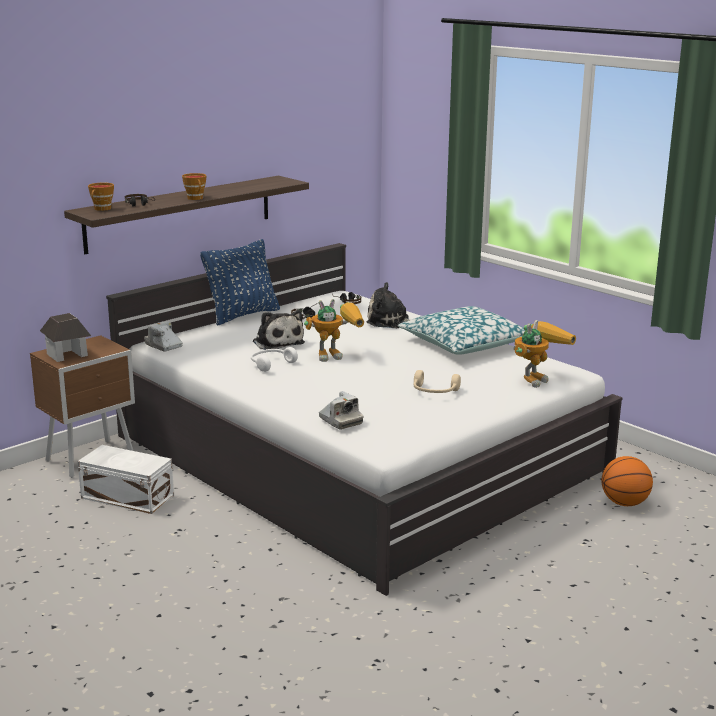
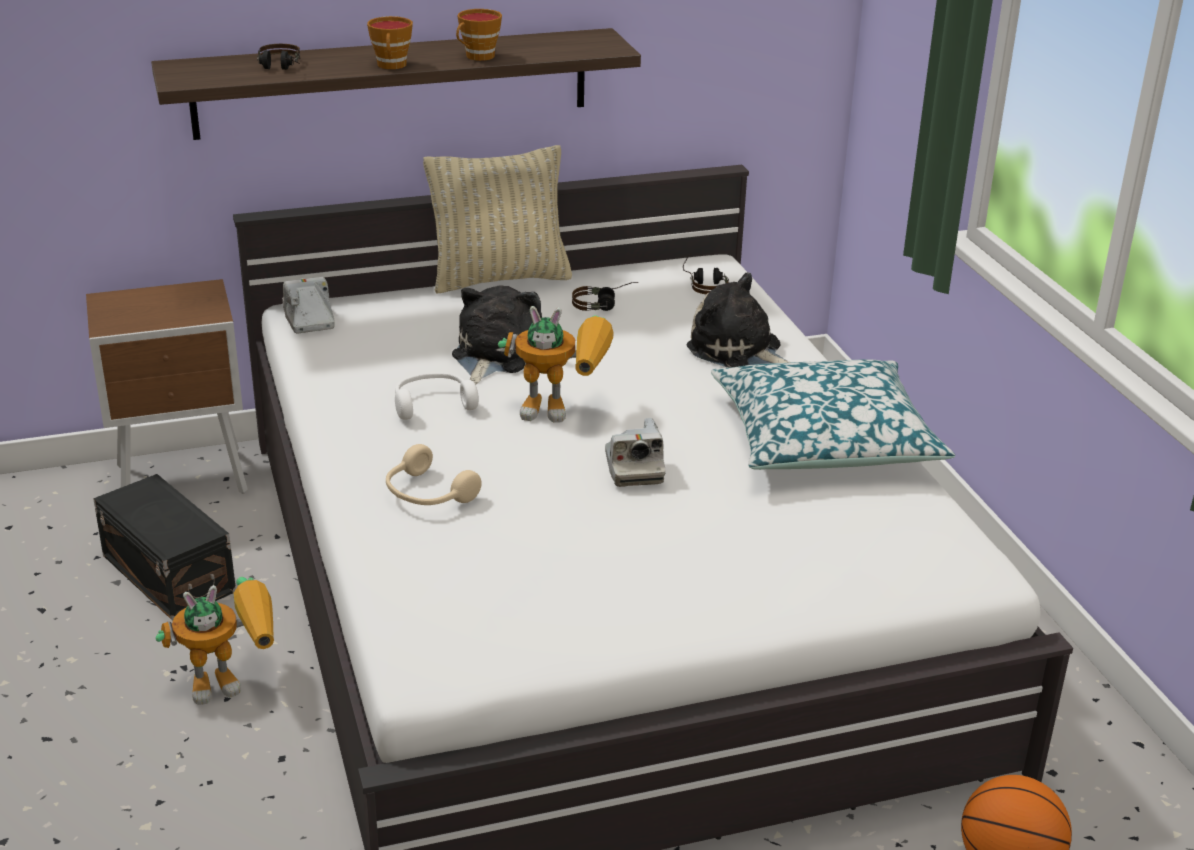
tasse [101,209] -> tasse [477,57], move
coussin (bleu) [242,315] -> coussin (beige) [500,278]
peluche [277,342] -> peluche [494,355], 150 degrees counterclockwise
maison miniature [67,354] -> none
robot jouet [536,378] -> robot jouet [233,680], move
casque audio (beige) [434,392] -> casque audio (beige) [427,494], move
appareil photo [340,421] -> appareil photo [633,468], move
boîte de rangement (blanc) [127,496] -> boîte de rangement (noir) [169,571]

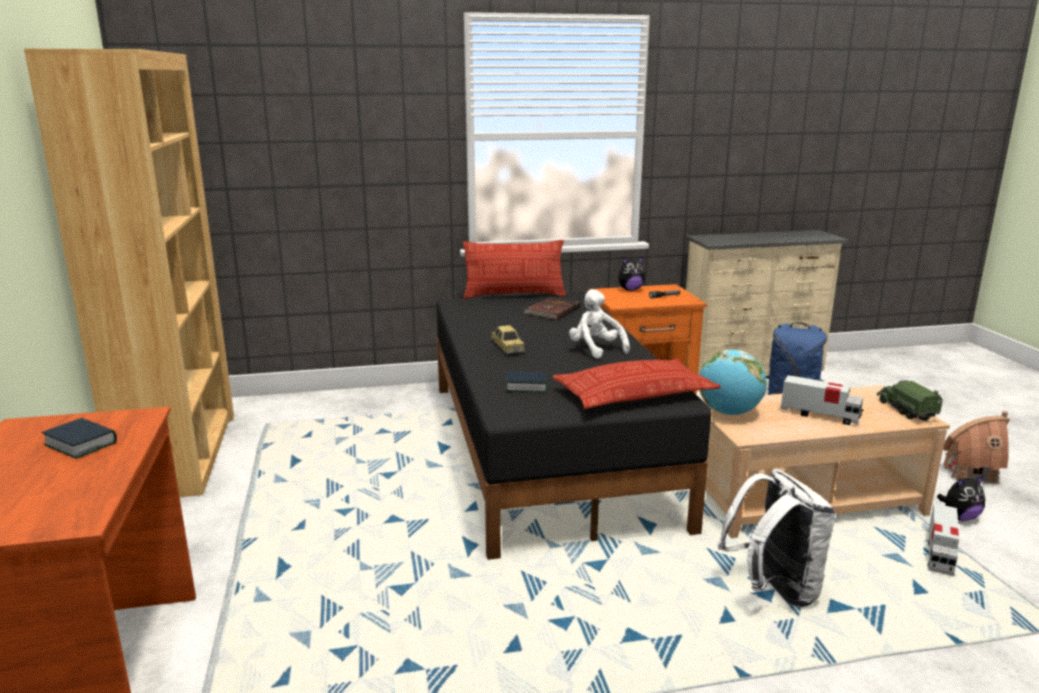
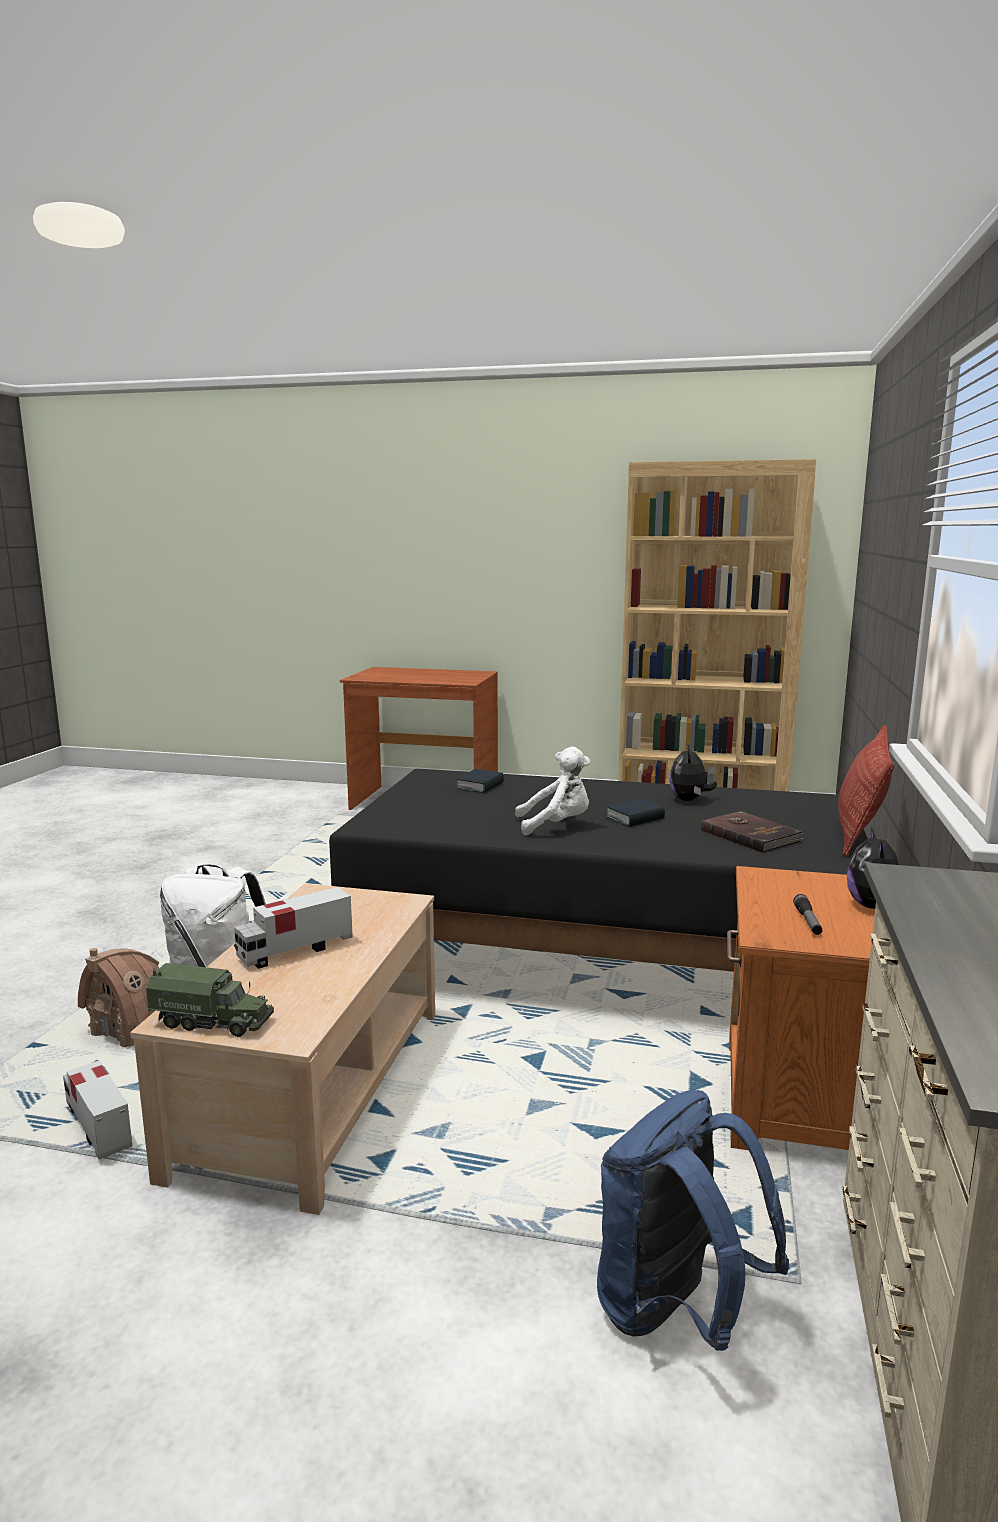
petite voiture [507,347] -> none
globe [729,413] -> none
coussin [634,394] -> none
maison miniature [969,473] -> maison miniature [130,1030], move
livre [81,444] -> livre [634,818], move
peluche [959,517] -> peluche [689,800], move

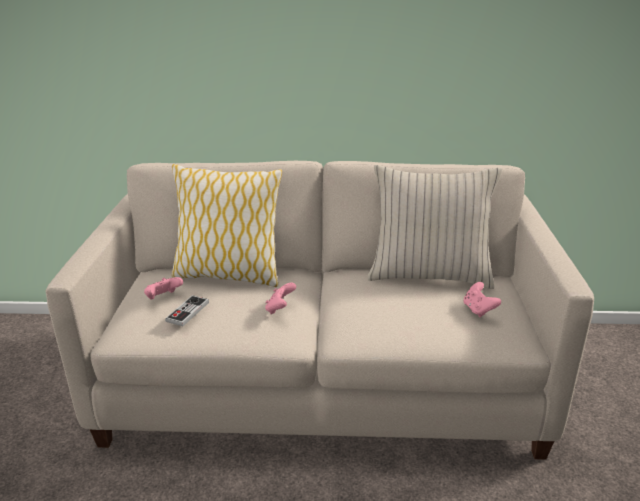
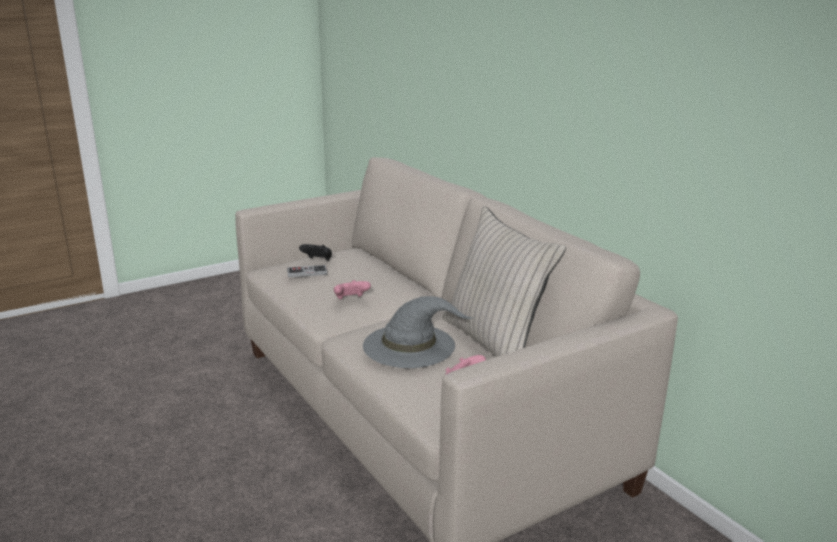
coussin [228,275] -> none
manette (rose) [163,298] -> manette (noir) [317,261]
none -> chapeau (gris) [410,345]

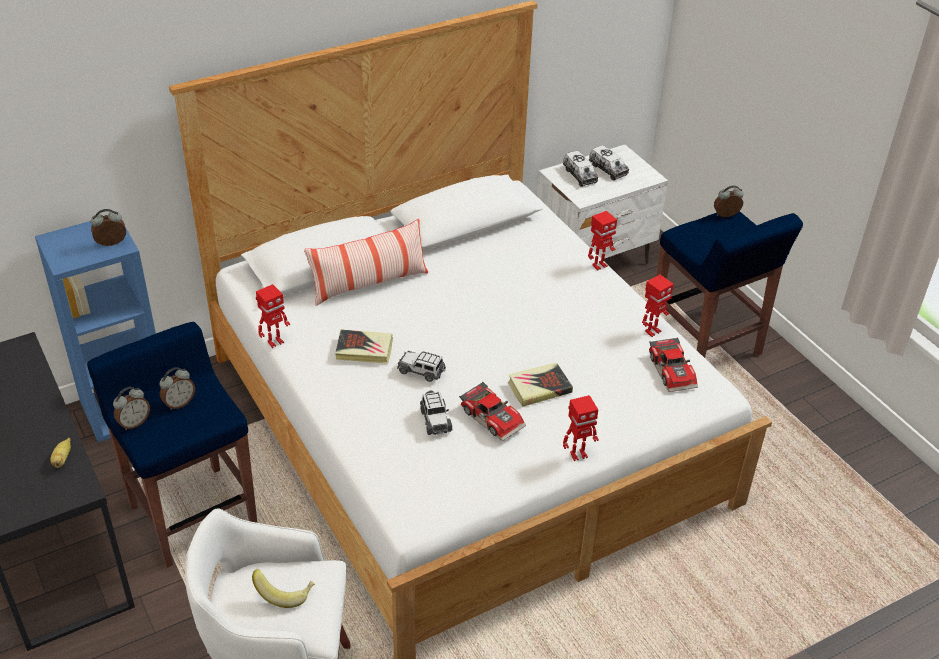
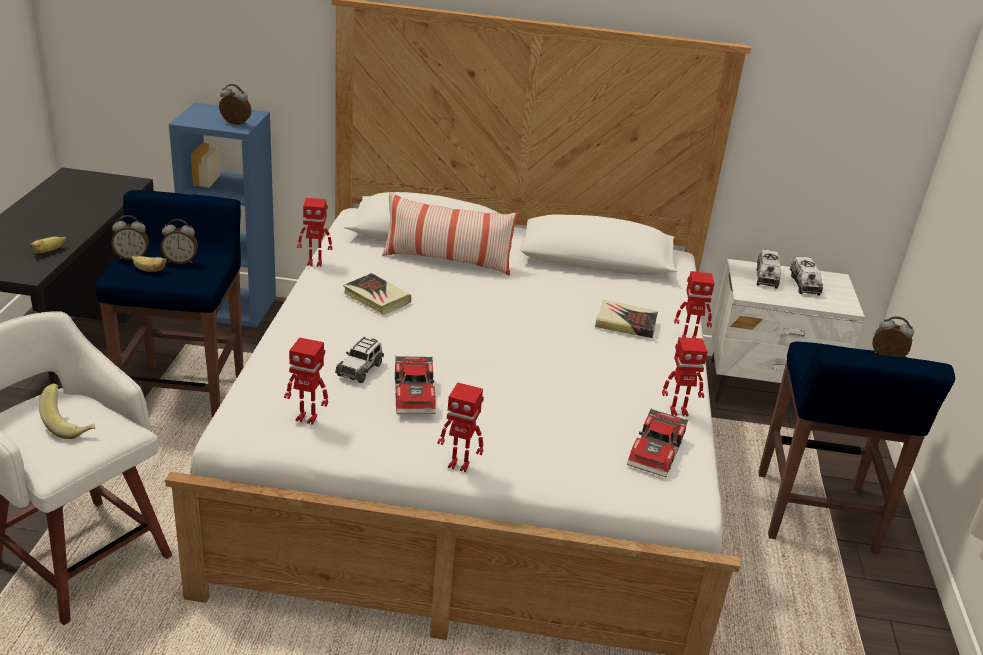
petite voiture [421,371] -> none
livre [539,387] -> livre [626,323], move
none -> banane [148,270]
none -> robot jouet [307,418]

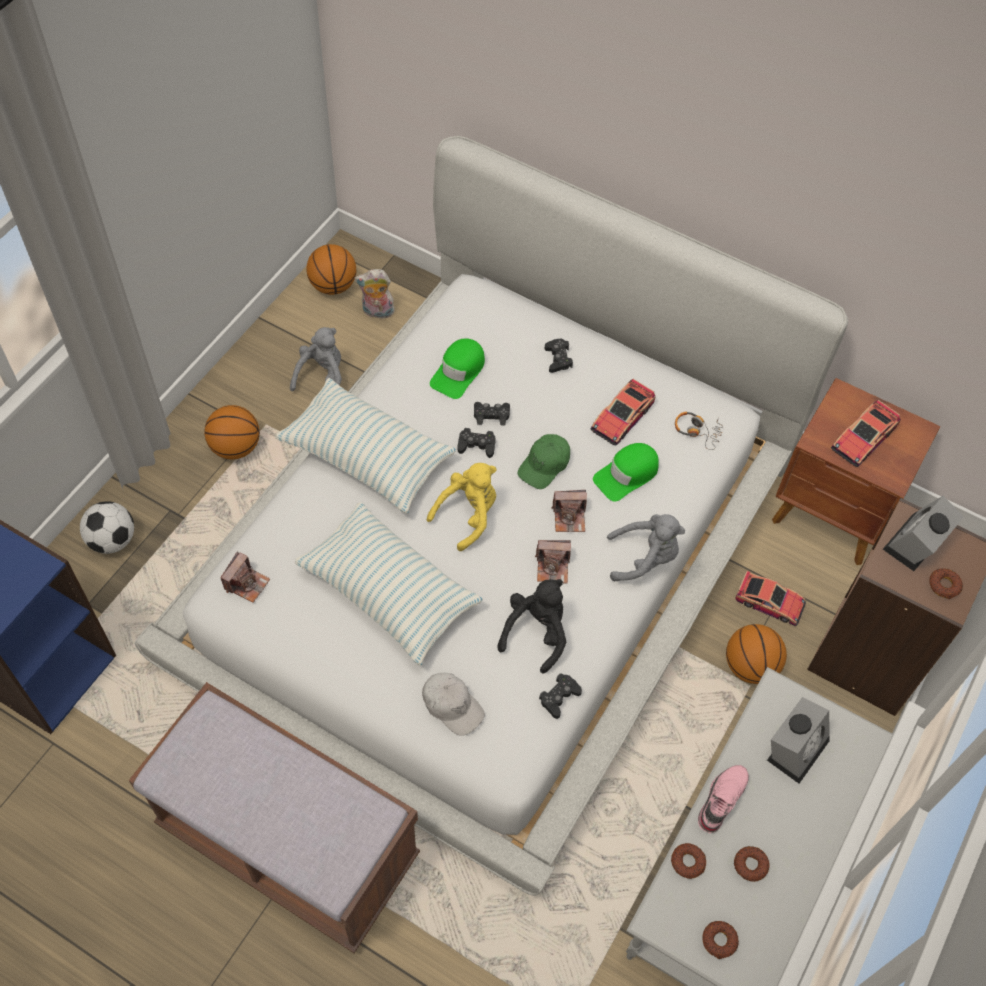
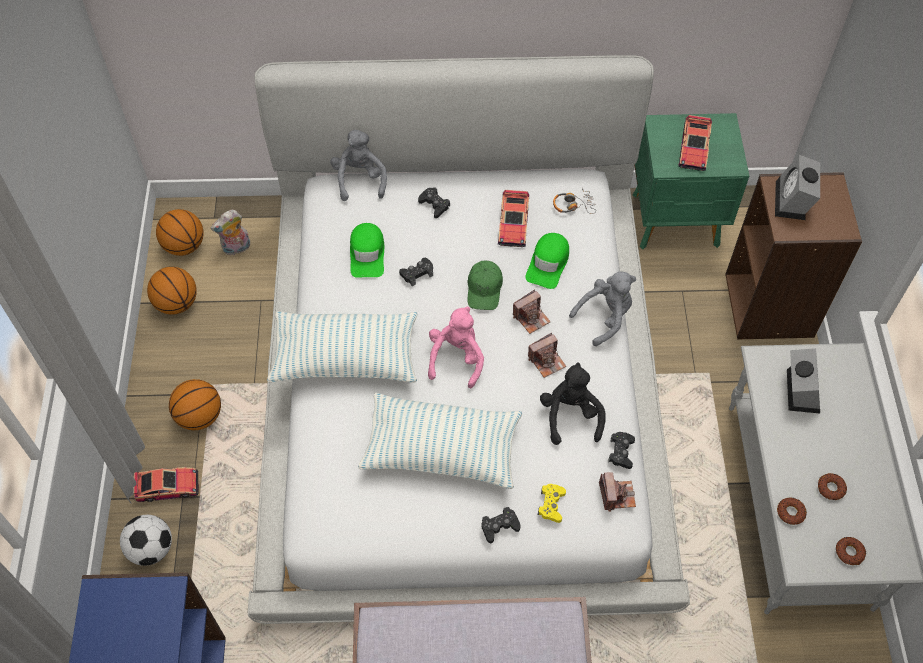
peluche (gris) [322,378] -> peluche (gris) [360,179], move
table de chevet (marron) [832,515] -> table de chevet (vert) [677,221]
manette (noir) [476,445] -> manette (noir) [499,526], move
peluche (jaune) [468,515] -> peluche (rose) [456,358]
appareil photo [246,583] -> appareil photo [616,495], move
beignet [944,585] -> none
petite voiture [769,602] -> petite voiture [168,486], move
ballon de basket [750,666] -> ballon de basket [177,304], move
casquette (blanc) [452,705] -> manette (jaune) [551,505]
chaussure (rose) [720,799] -> none

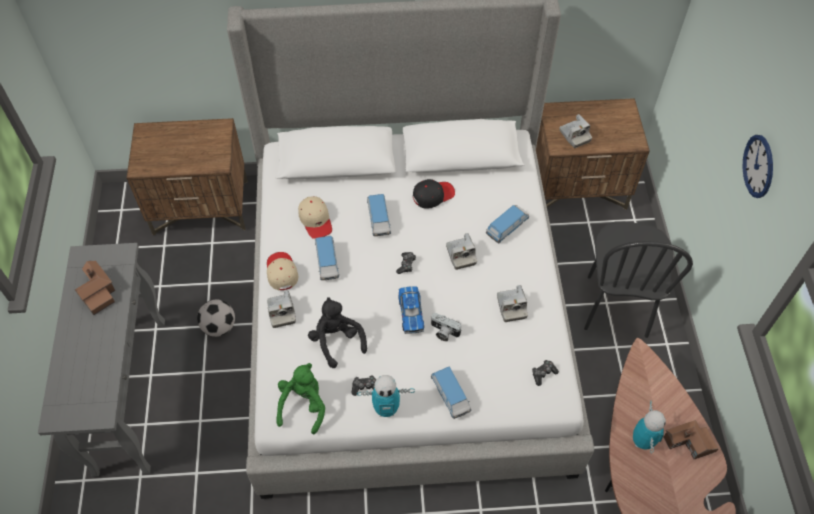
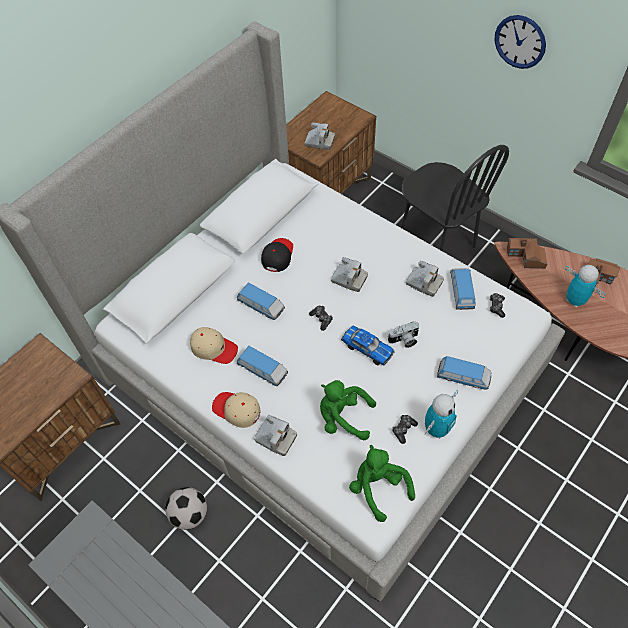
petite voiture [507,227] -> petite voiture [461,292], move
maison miniature [97,292] -> maison miniature [526,257], move
peluche (noir) [337,341] -> peluche (vert) [343,417]

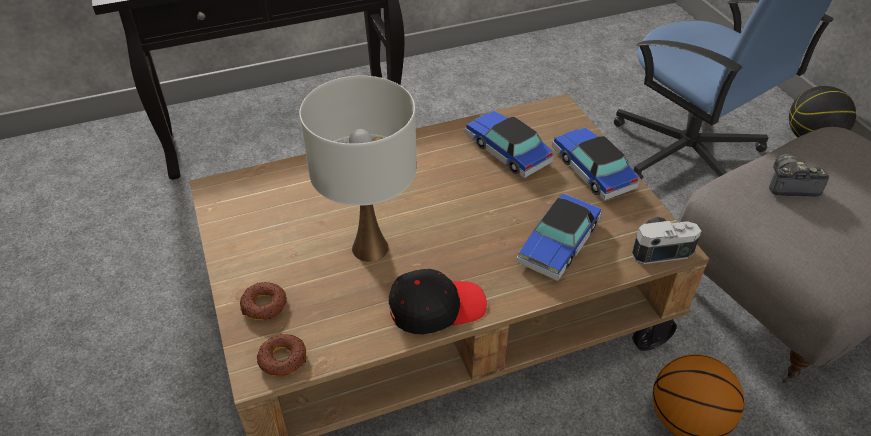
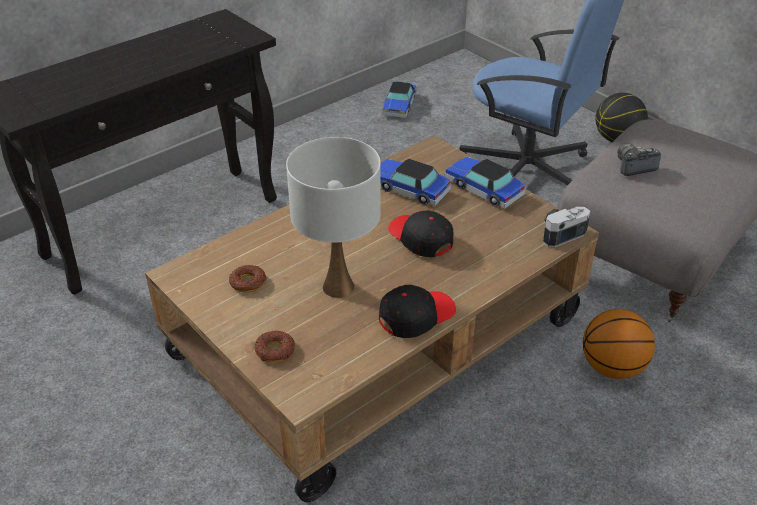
petite voiture [558,243] -> petite voiture [399,105], move
beignet [283,359] -> beignet [248,282], move
none -> casquette (noir) [420,238]

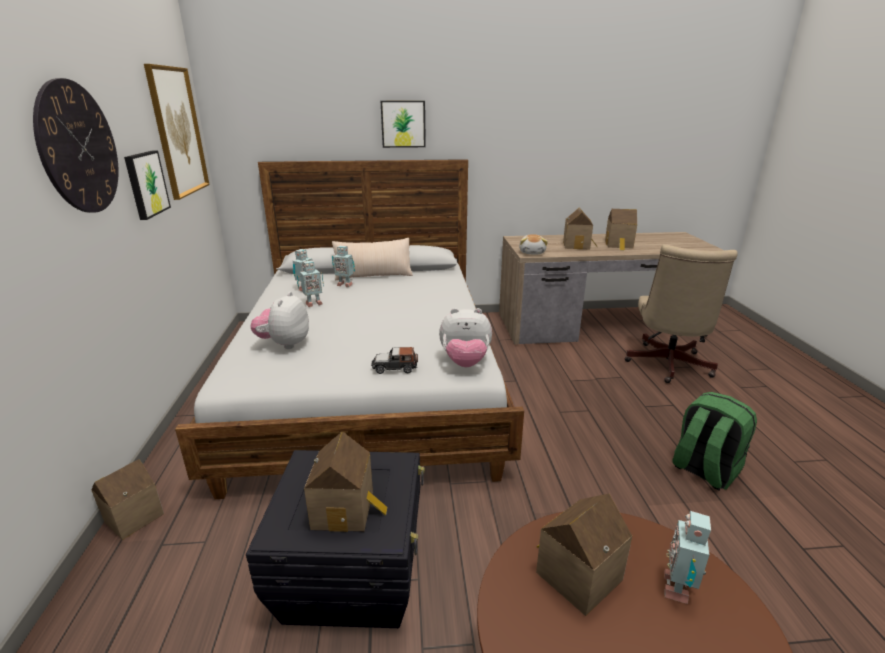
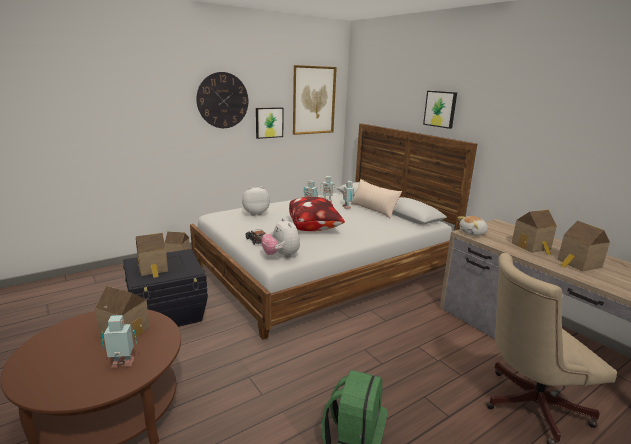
none -> coussin [314,228]

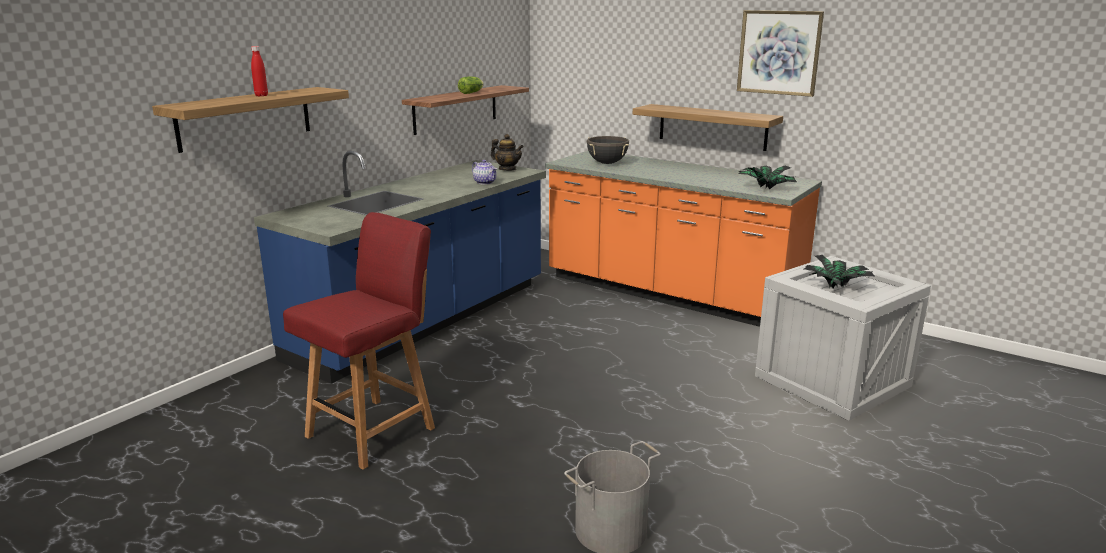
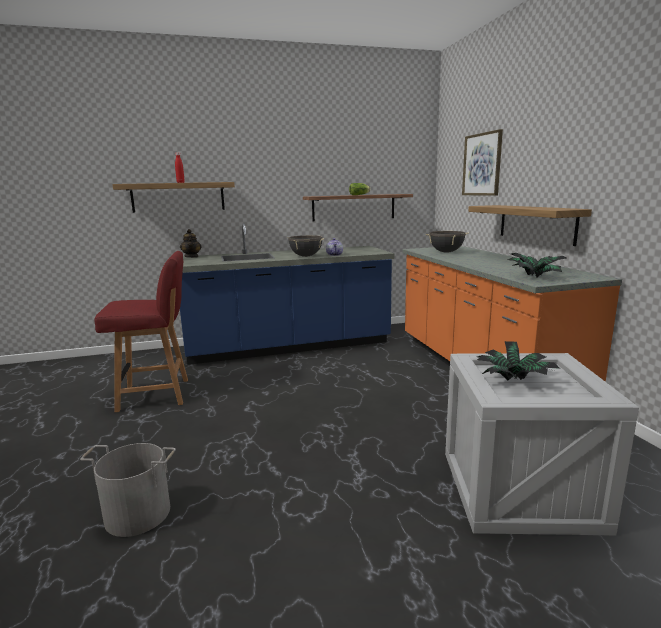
tableau [779,52] -> tableau [482,164], move
théière [507,169] -> théière [192,257], move
none -> marmite (noir) [306,256]

